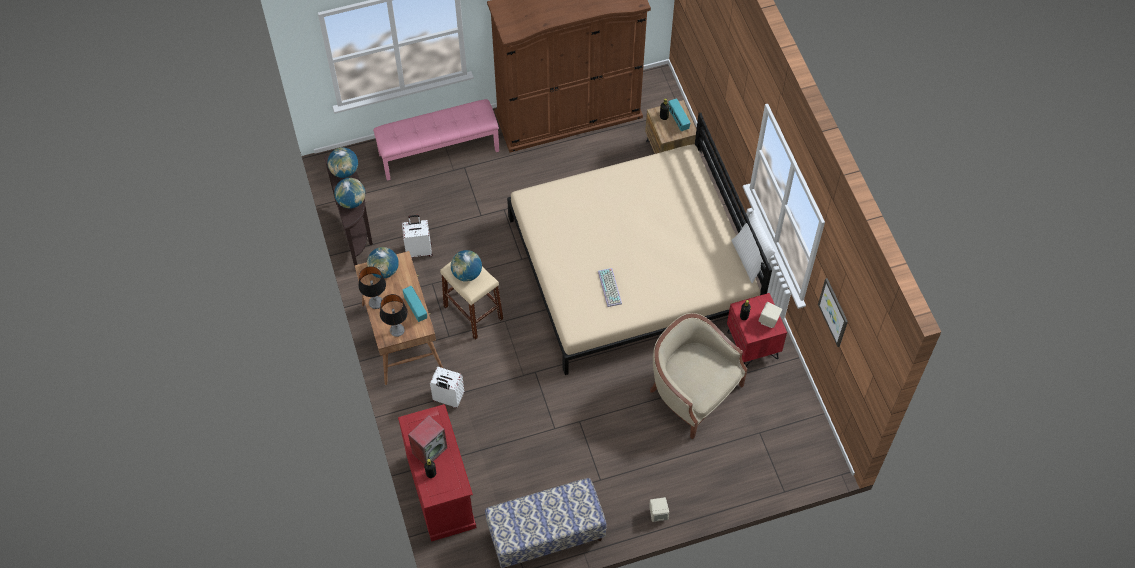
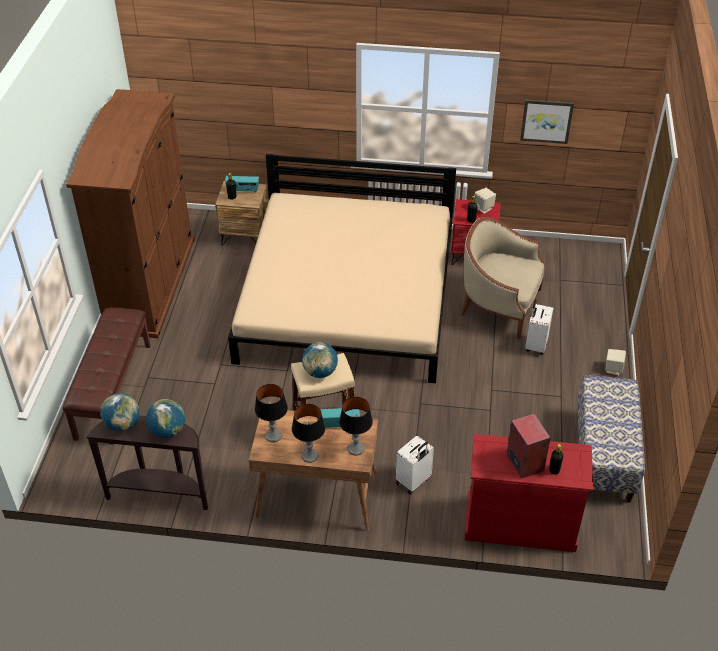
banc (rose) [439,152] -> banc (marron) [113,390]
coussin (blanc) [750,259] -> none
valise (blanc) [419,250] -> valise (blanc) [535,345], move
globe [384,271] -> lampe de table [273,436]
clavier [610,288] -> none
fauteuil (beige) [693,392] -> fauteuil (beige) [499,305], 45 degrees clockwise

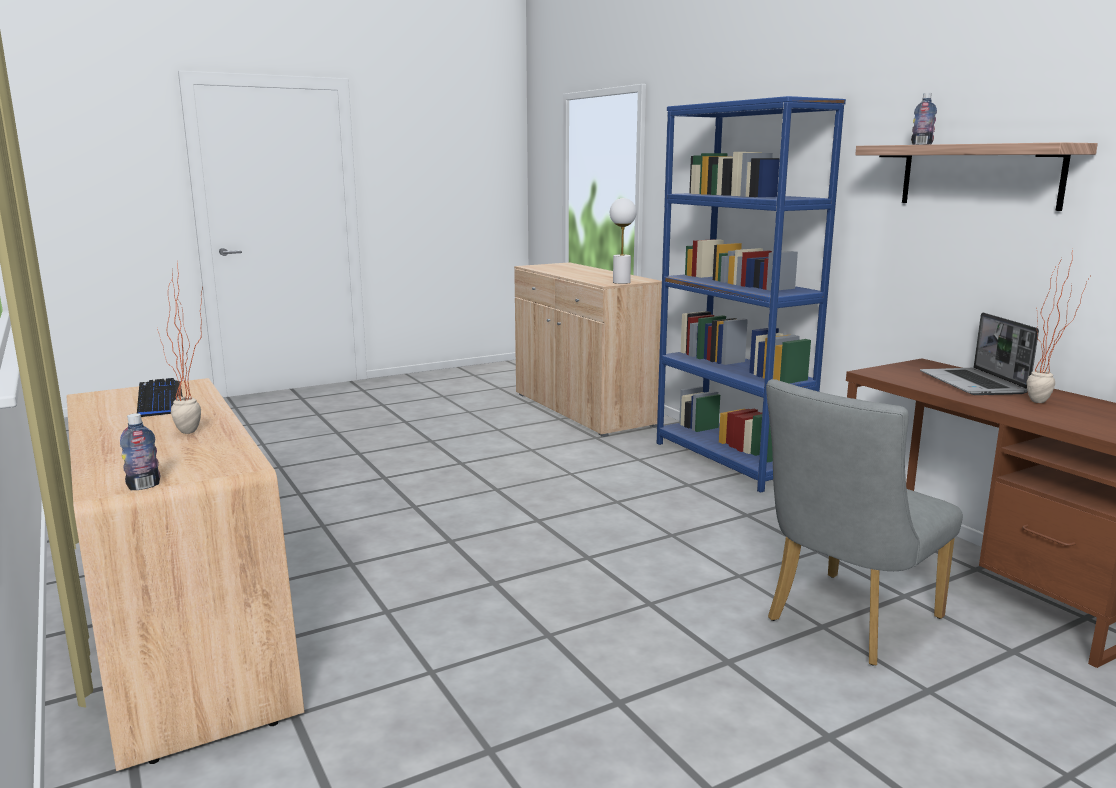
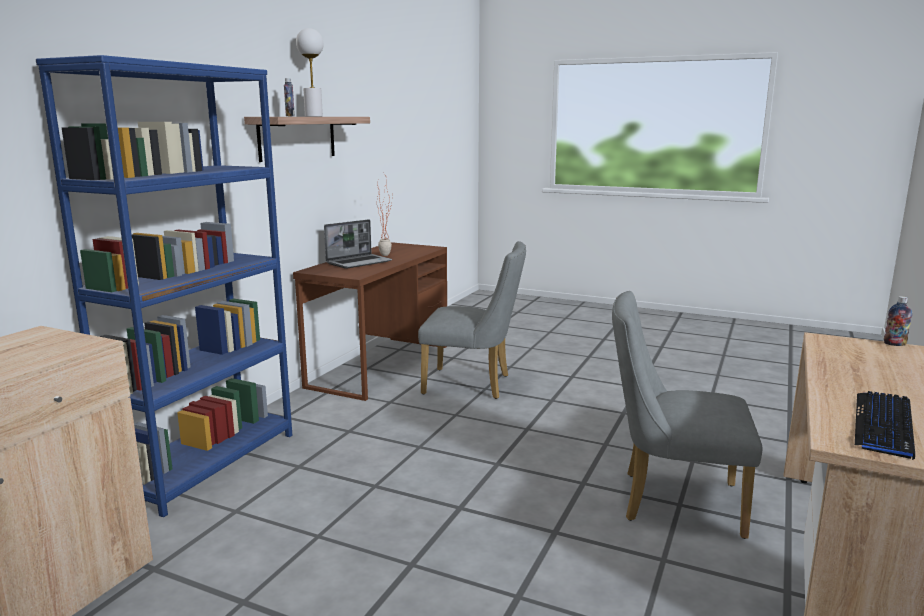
lampe de table (blanc) [621,282] -> lampe de table (blanc) [313,116], move
plante en pot [194,433] -> none
none -> chaise (gris) [671,501]

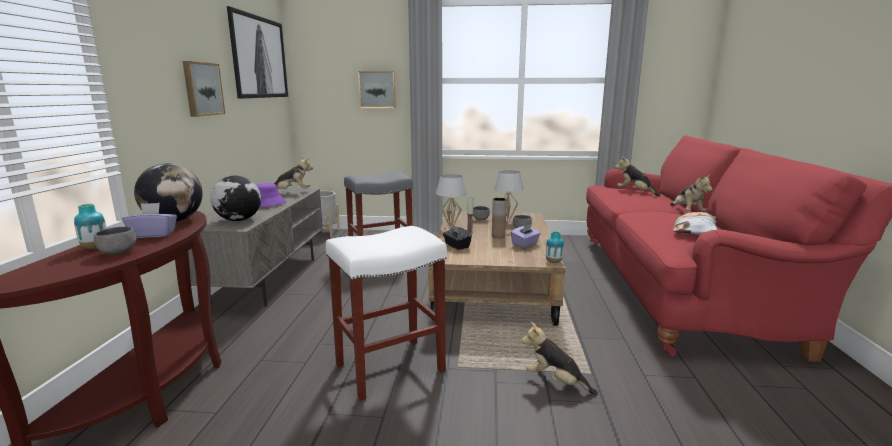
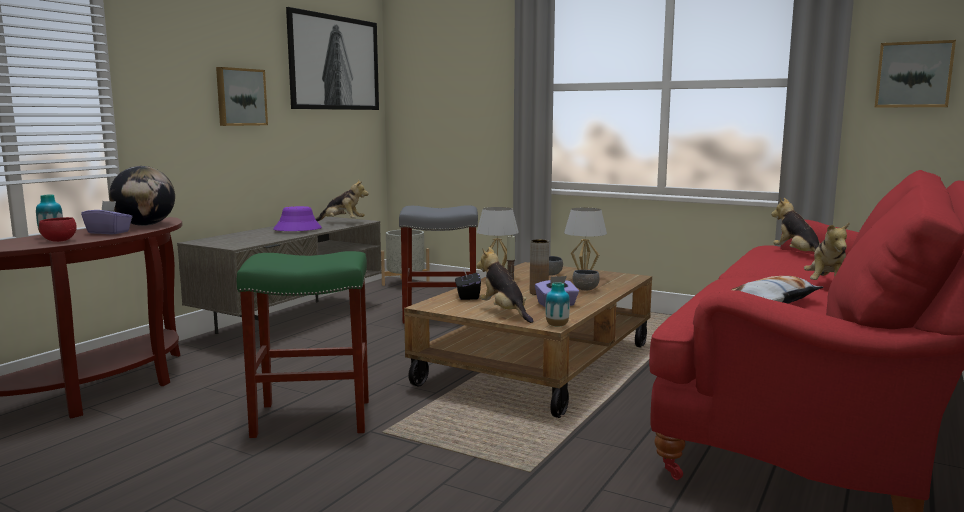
tableau [377,89] -> tableau [913,75], move
globe [239,220] -> none
bol (gris) [116,253] -> bol (rouge) [58,241]
tabouret (blanc) [389,368] -> tabouret (vert) [310,418]
peluche [555,381] -> peluche [504,312], move

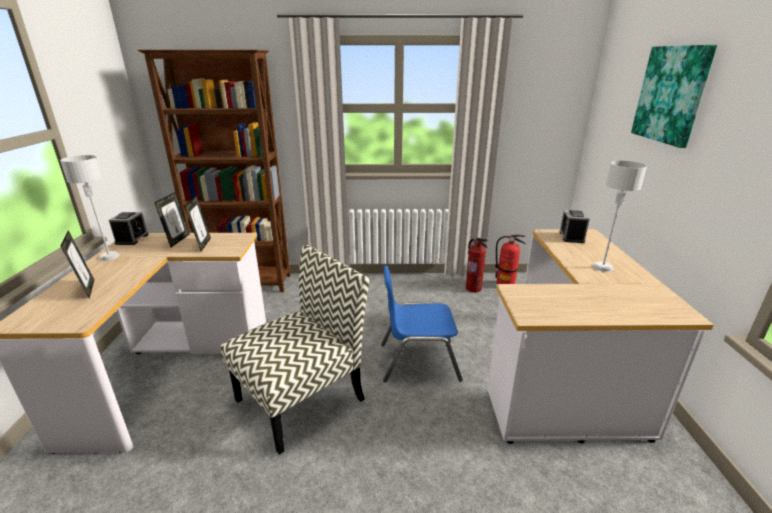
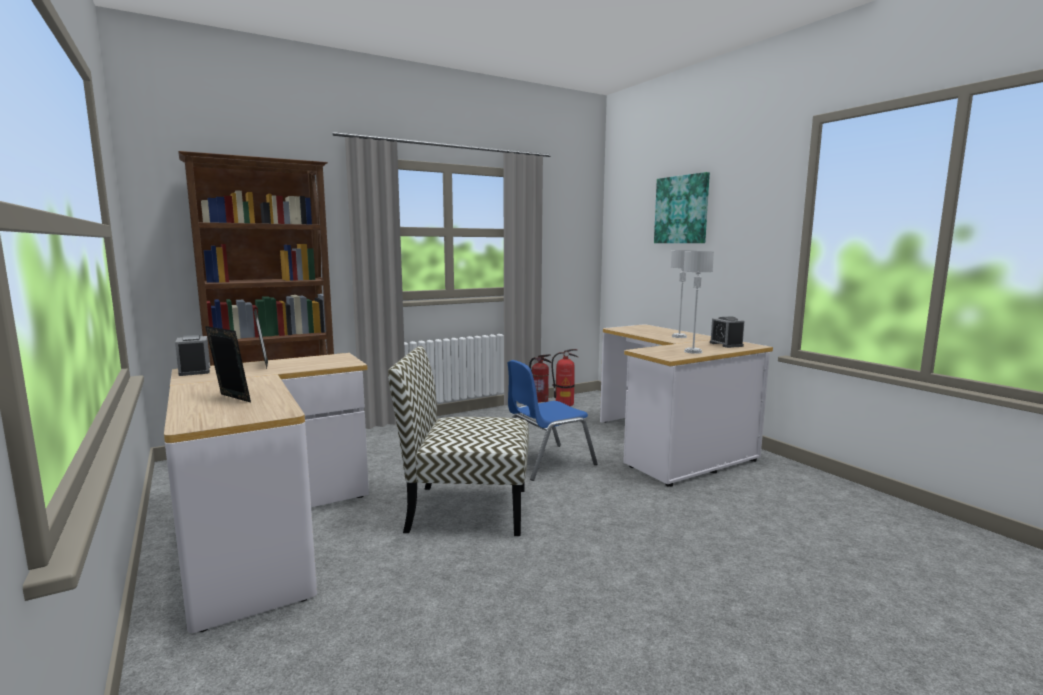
lampe de table (gris) [109,257] -> lampe de table (gris) [693,351], move
cadre photo [203,244] -> none
réveil [571,237] -> réveil [726,344], move
chaise [301,398] -> chaise [465,509], 105 degrees counterclockwise

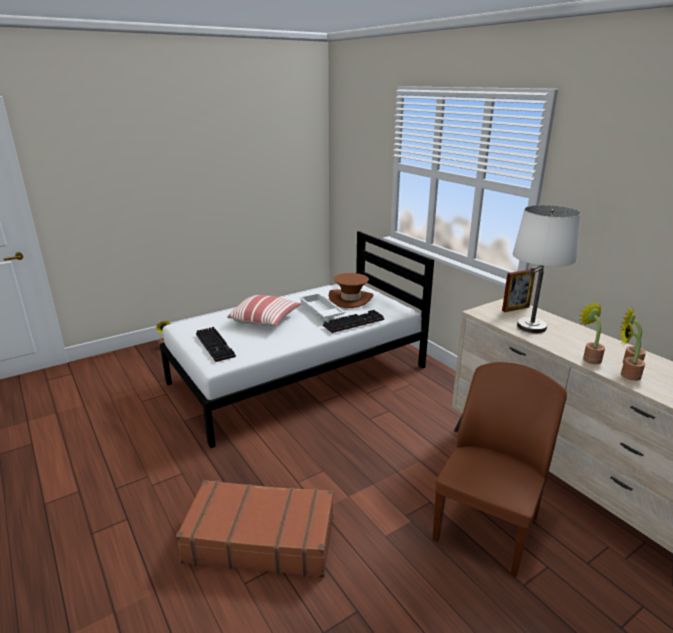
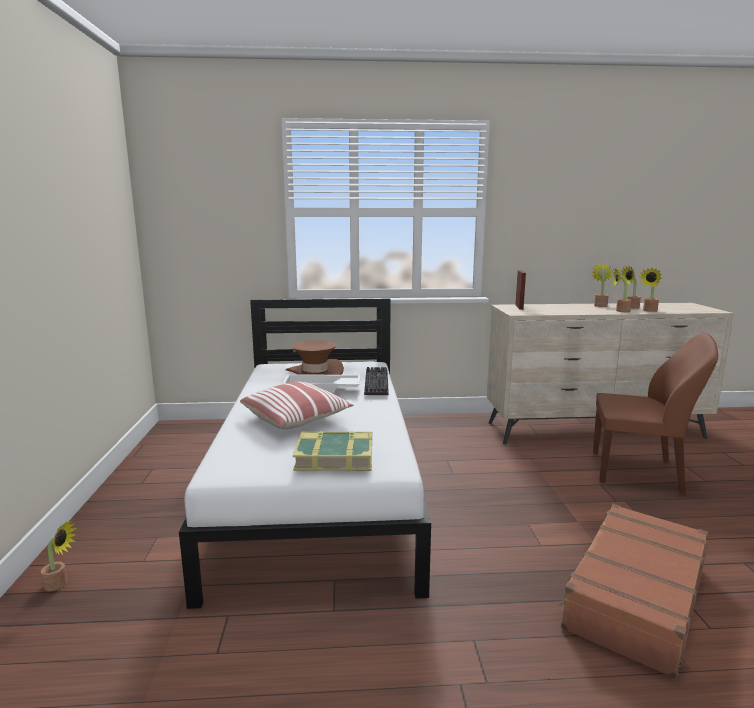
lampe de table (blanc) [531,326] -> none
clavier [216,345] -> livre [335,457]
chaise (marron) [487,527] -> chaise (marron) [638,472], 135 degrees clockwise
none -> plante en pot [600,305]

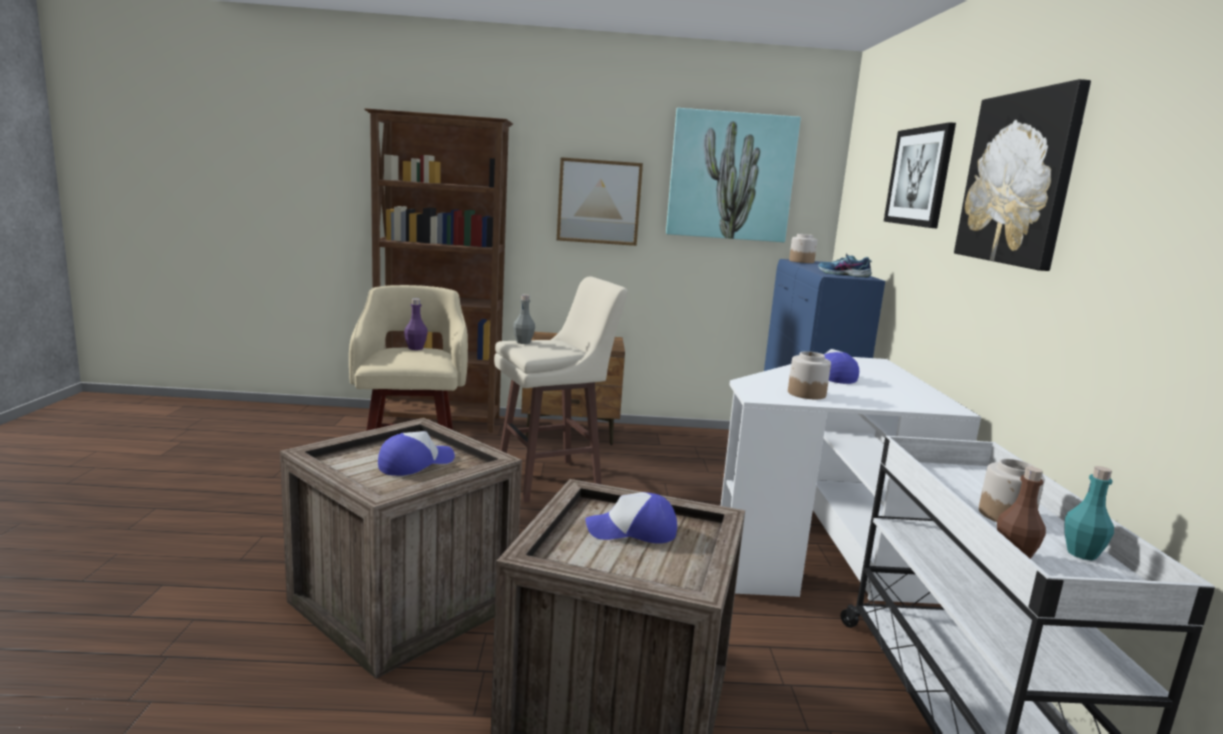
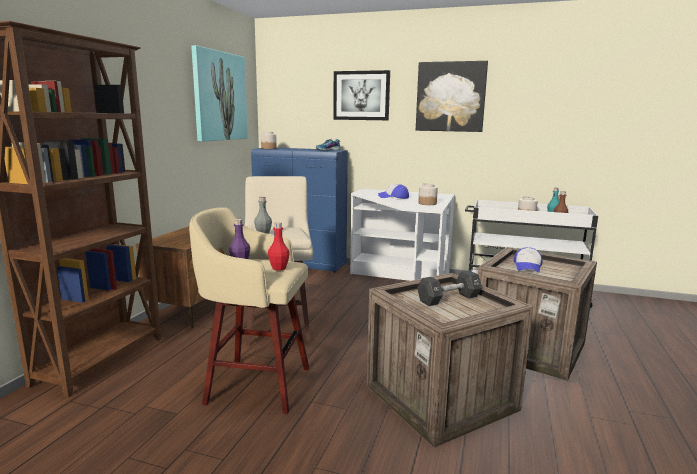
tableau [599,202] -> none
casquette [415,463] -> haltère (noir) [449,299]
none -> bouteille (rouge) [279,268]

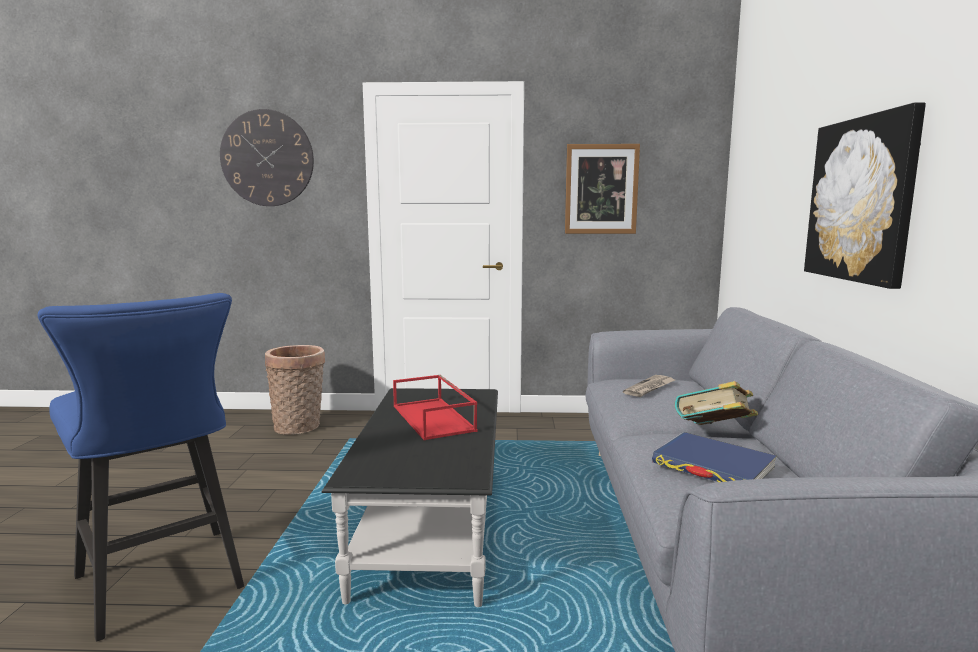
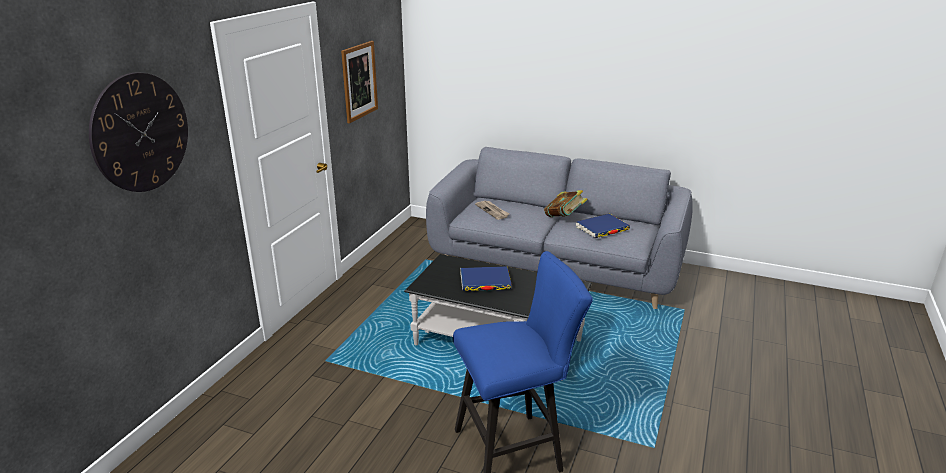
tableau [861,200] -> none
panier [300,427] -> none
plateau (rouge) [434,418] -> livre (bleu) [485,281]

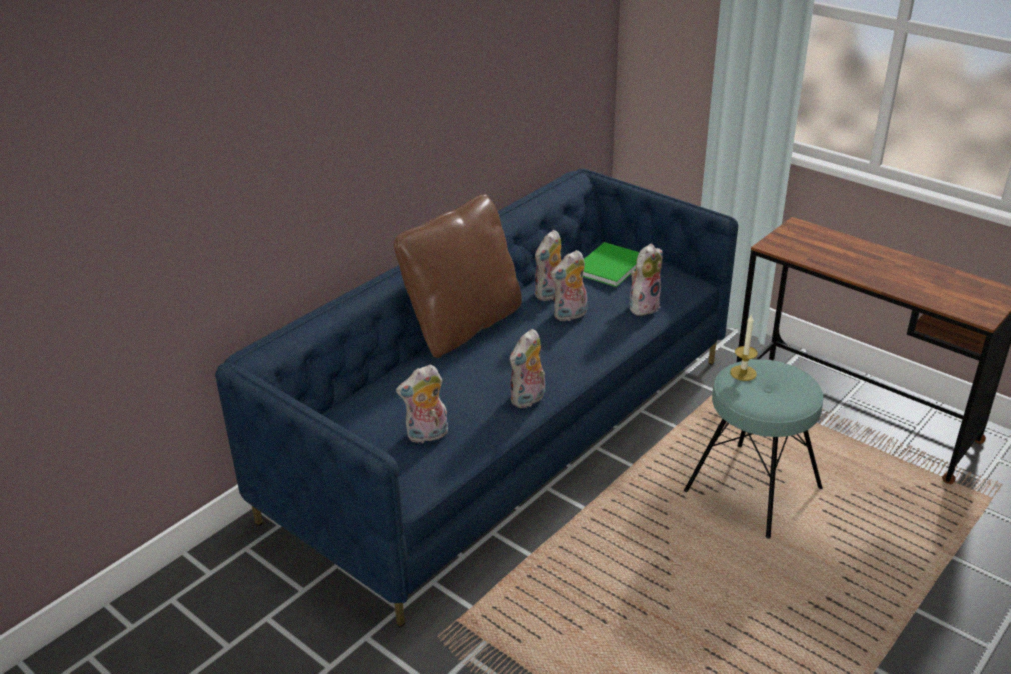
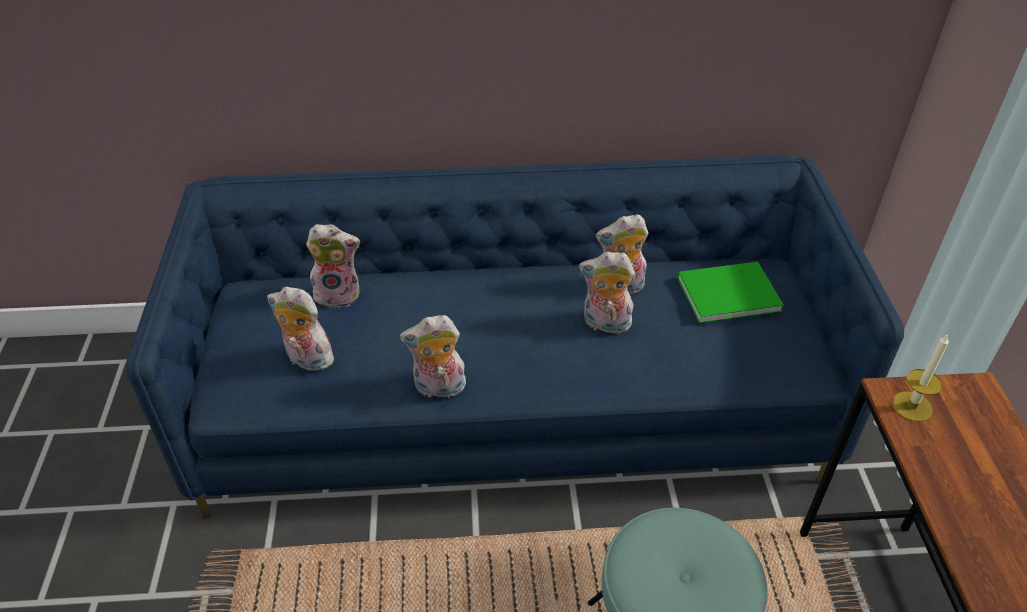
coussin (marron) [463,326] -> none
peluche [643,306] -> peluche [339,294], move
bougie [743,373] -> bougie [912,406], move

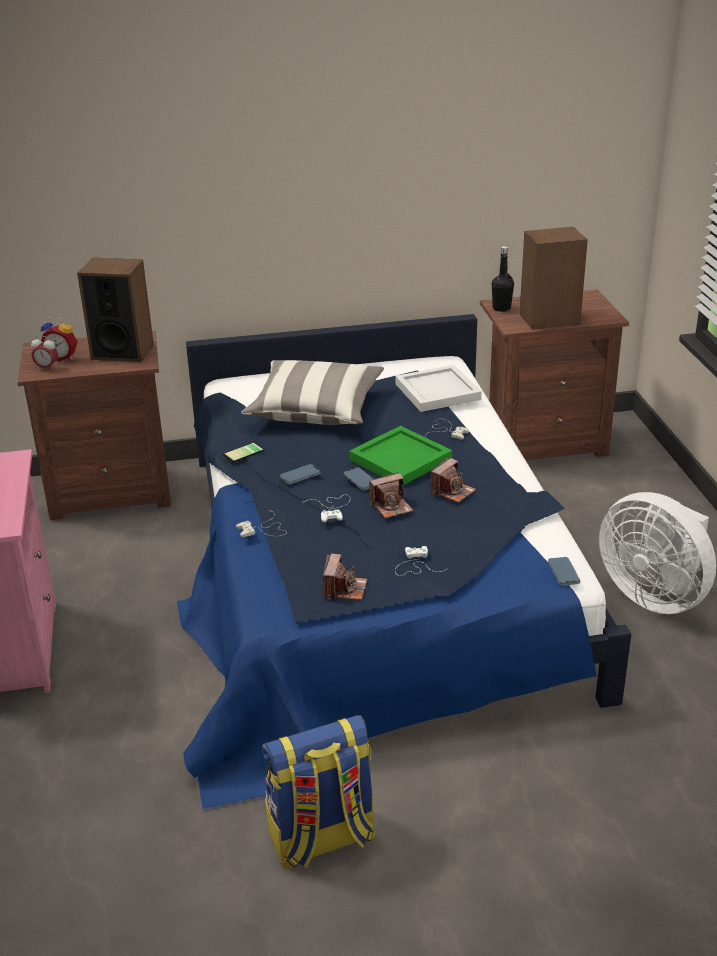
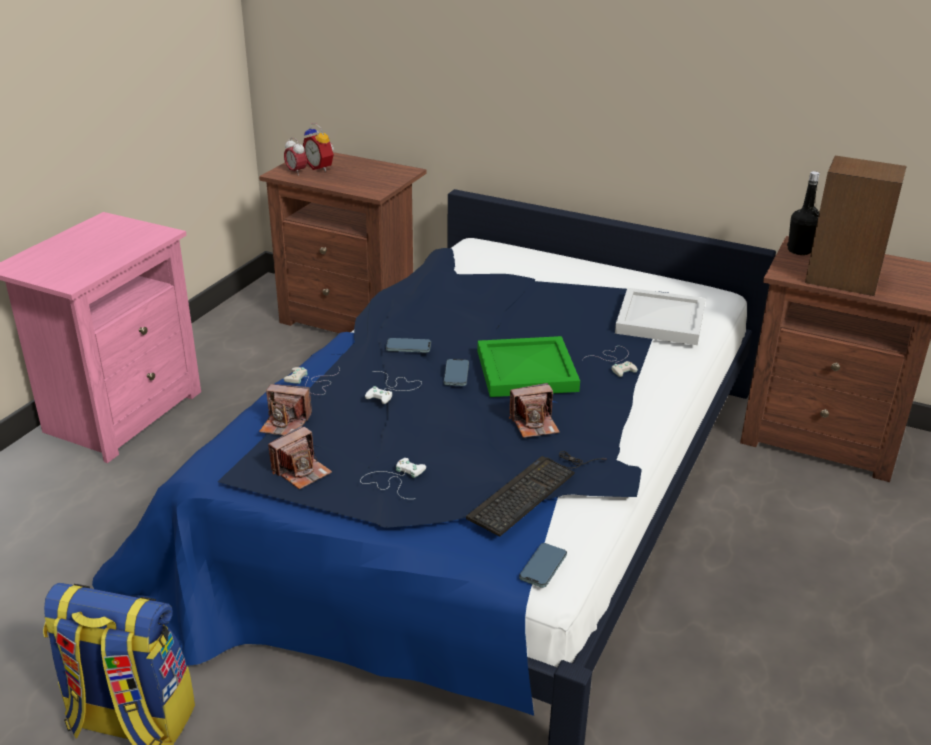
enceinte [122,352] -> none
coussin [315,410] -> none
téléphone [244,453] -> none
appareil photo [391,506] -> appareil photo [285,423], move
ventilateur (blanc) [654,595] -> none
none -> clavier [533,489]

